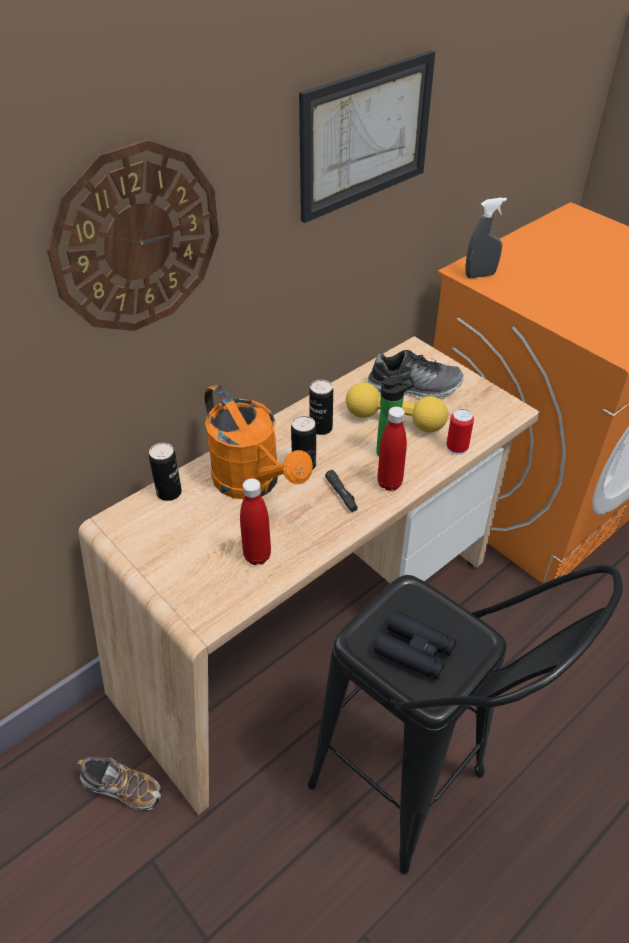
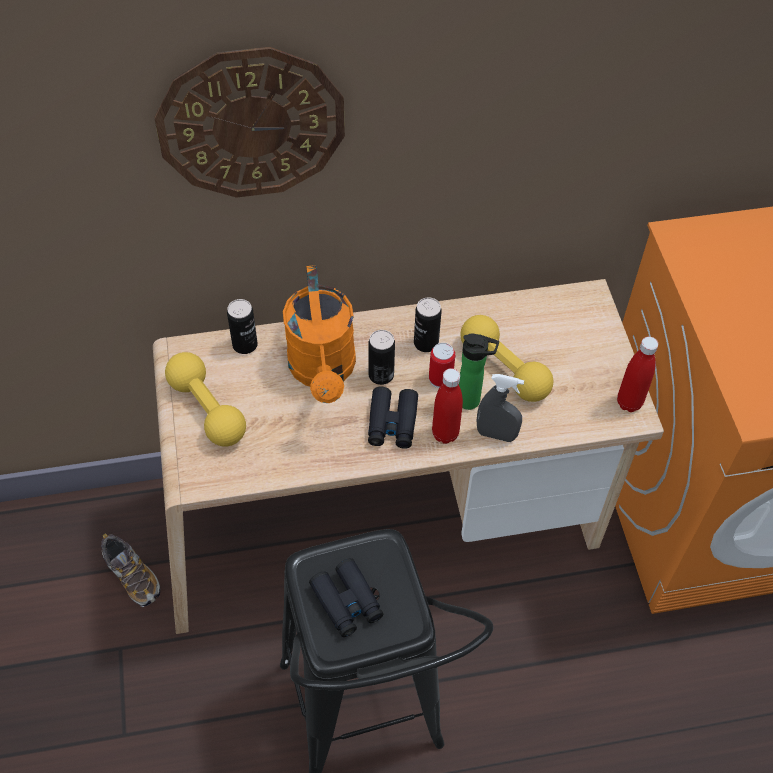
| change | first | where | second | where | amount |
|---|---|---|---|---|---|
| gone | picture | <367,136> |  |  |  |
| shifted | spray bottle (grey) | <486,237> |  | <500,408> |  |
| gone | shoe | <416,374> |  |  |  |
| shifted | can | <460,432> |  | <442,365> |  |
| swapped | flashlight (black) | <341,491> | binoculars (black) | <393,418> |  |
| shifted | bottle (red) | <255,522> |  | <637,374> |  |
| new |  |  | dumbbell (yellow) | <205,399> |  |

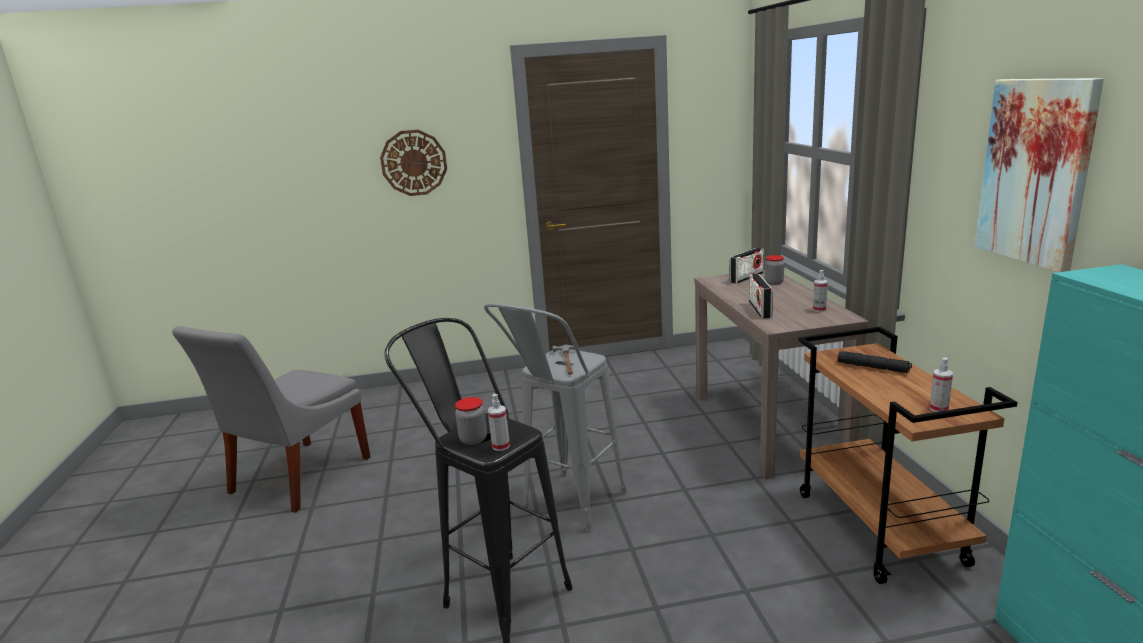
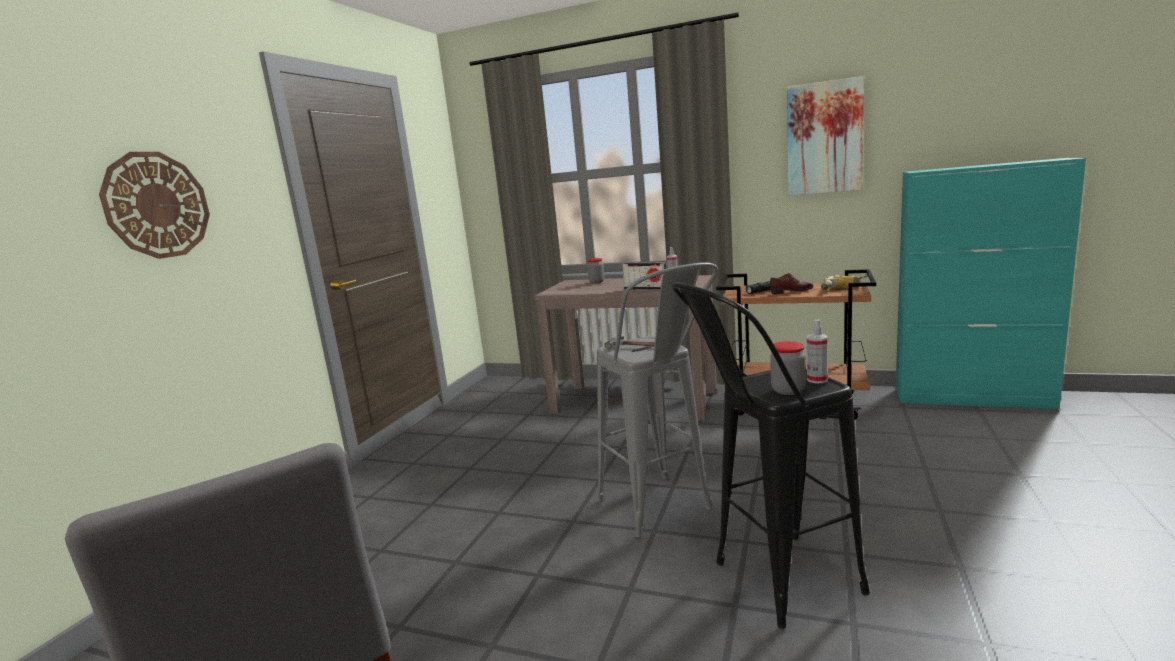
| change | first | where | second | where | amount |
|---|---|---|---|---|---|
| gone | radio | <747,266> |  |  |  |
| swapped | spray bottle | <941,385> | power drill | <844,282> |  |
| new |  |  | shoe (brown) | <792,283> |  |

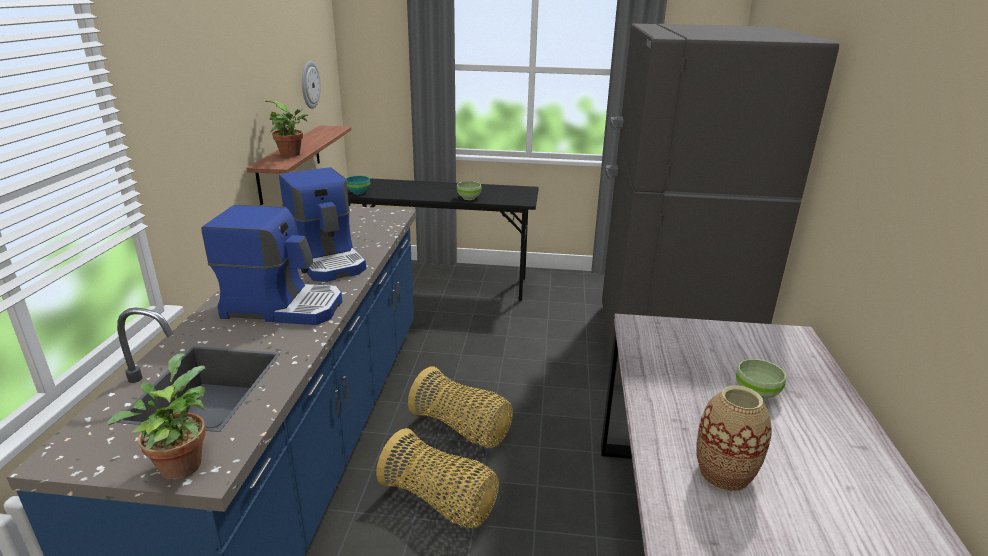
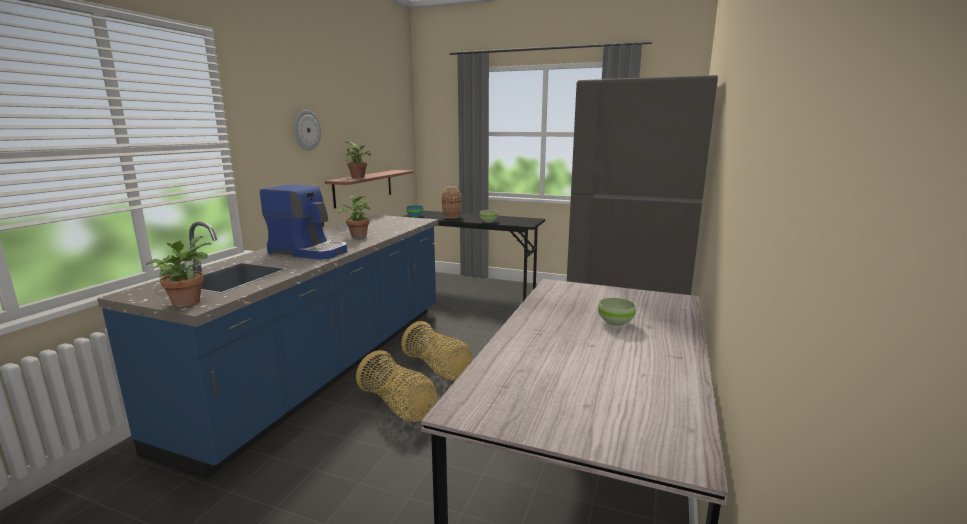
| change | first | where | second | where | amount |
|---|---|---|---|---|---|
| shifted | wall clock | <311,85> |  | <307,130> |  |
| swapped | coffee machine | <322,224> | potted plant | <354,216> |  |
| shifted | vase | <734,438> |  | <452,202> |  |

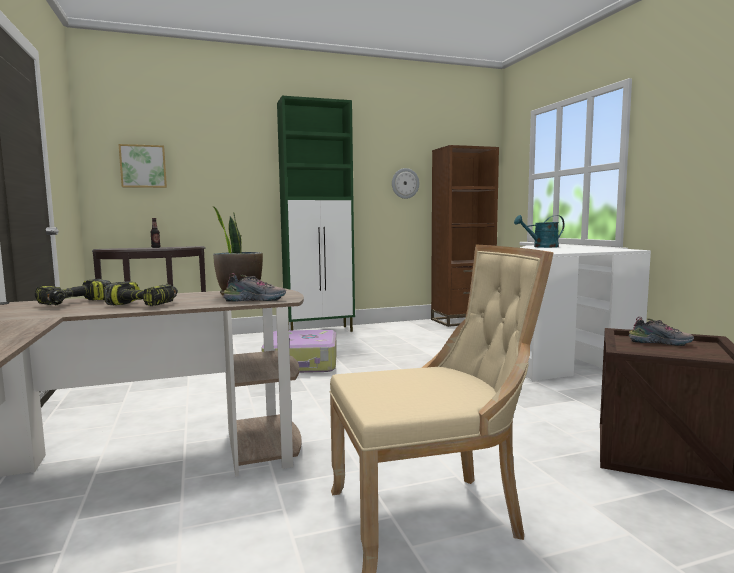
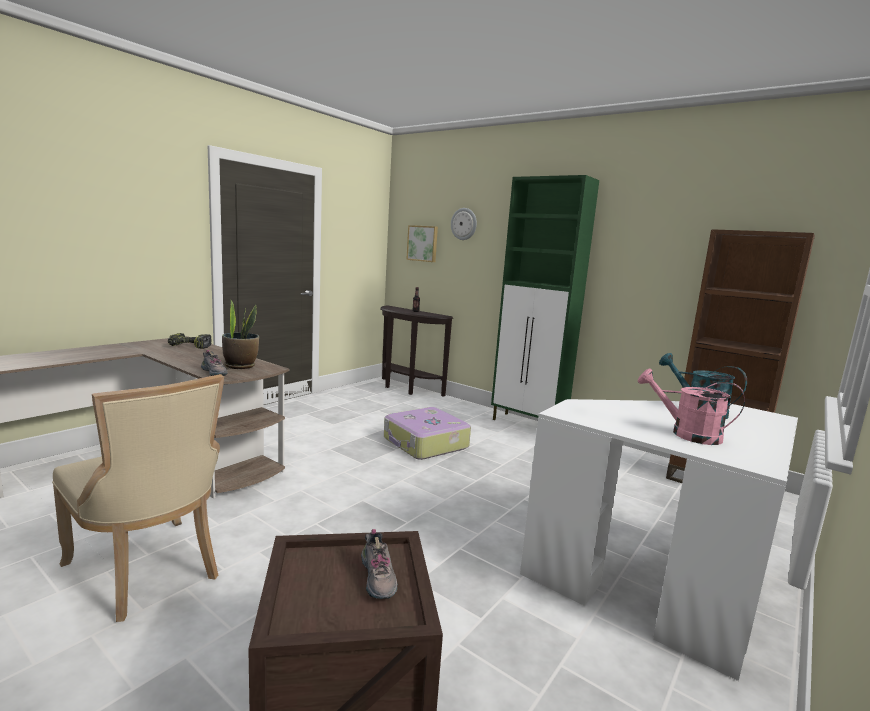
| change | first | where | second | where | amount |
|---|---|---|---|---|---|
| shifted | wall clock | <405,183> |  | <464,224> |  |
| gone | power drill | <141,294> |  |  |  |
| new |  |  | watering can (pink) | <691,407> |  |

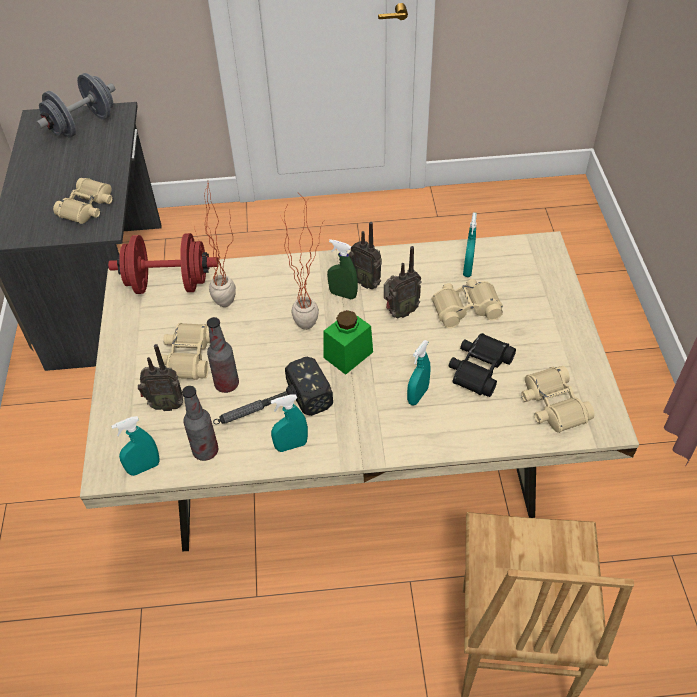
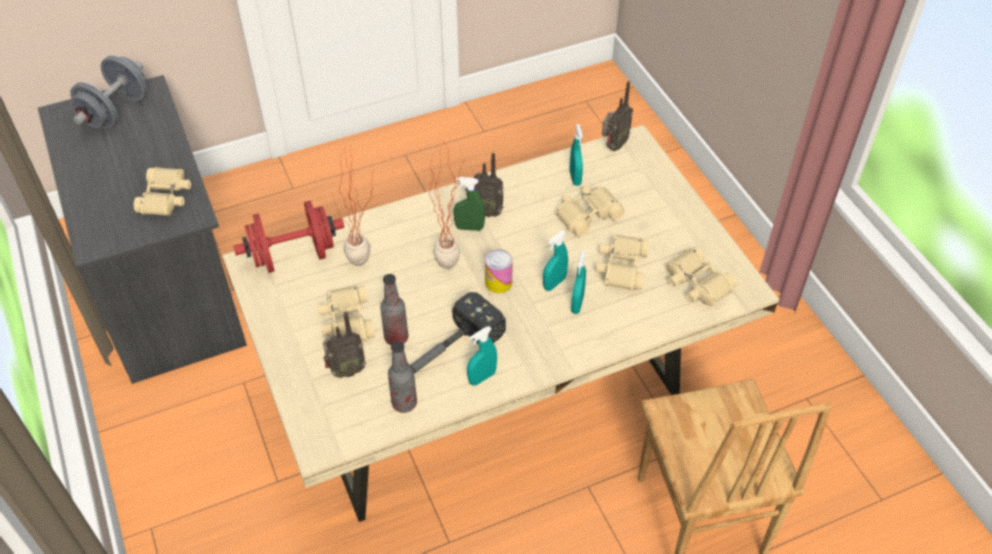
| change | first | where | second | where | amount |
|---|---|---|---|---|---|
| shifted | radio | <403,282> |  | <617,116> |  |
| swapped | jar (green) | <348,342> | can | <499,271> |  |
| repainted | binoculars (black) | <482,365> | binoculars (beige) | <622,262> |  |
| shifted | spray bottle (turquoise) | <135,446> |  | <555,261> |  |

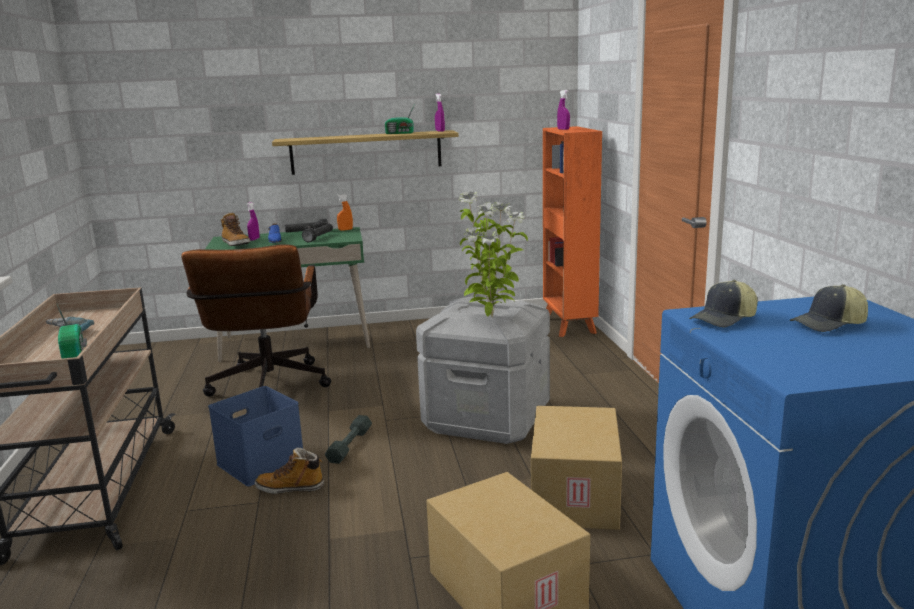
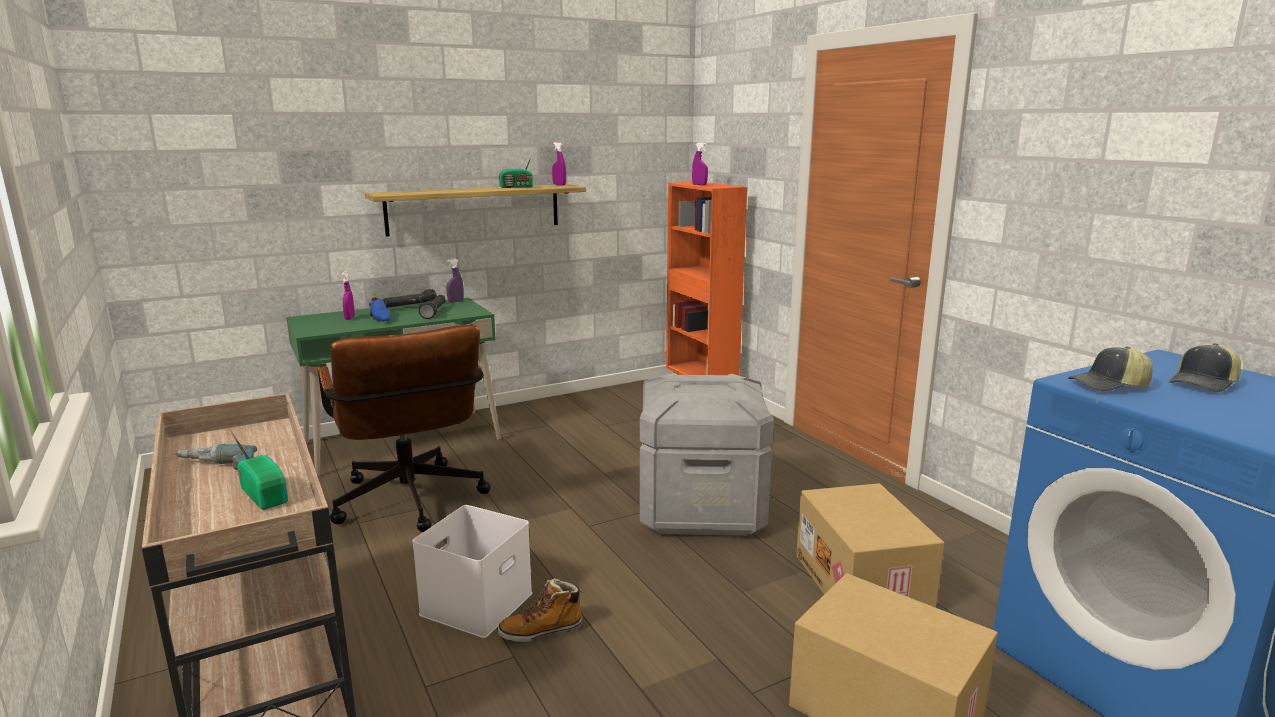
| change | first | where | second | where | amount |
|---|---|---|---|---|---|
| gone | potted plant | <493,254> |  |  |  |
| repainted | spray bottle (orange) | <345,212> | spray bottle (purple) | <455,281> |  |
| gone | boot | <235,229> |  |  |  |
| rotated | cap | <723,303> |  | <1110,368> | 45 degrees clockwise |
| repainted | storage box (blue) | <255,436> | storage box (white) | <472,571> |  |
| gone | dumbbell (grey) | <348,439> |  |  |  |

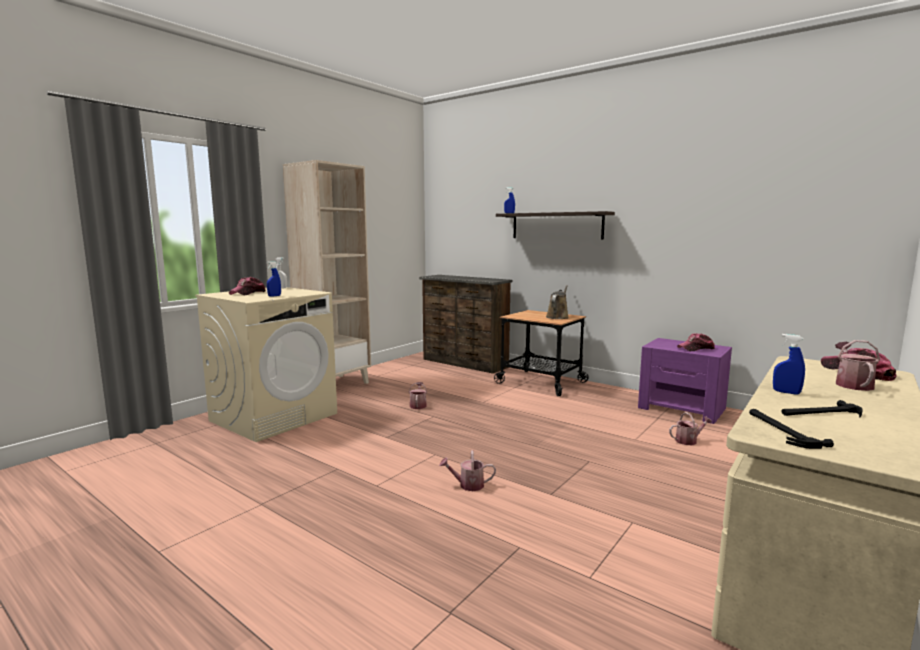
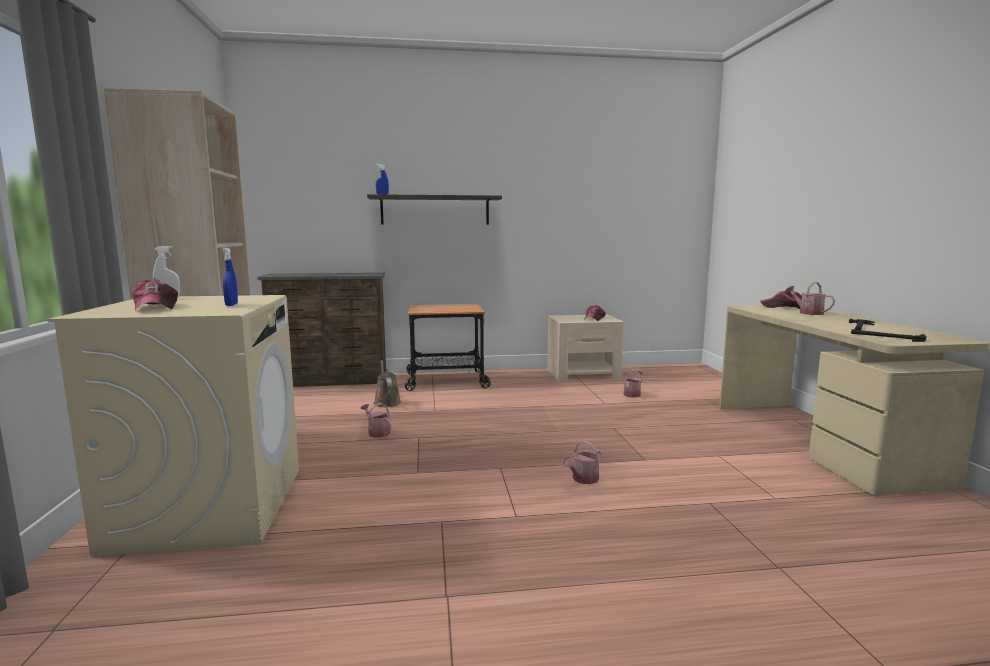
| change | first | where | second | where | amount |
|---|---|---|---|---|---|
| shifted | watering can (brown) | <557,302> |  | <387,383> |  |
| gone | spray bottle (blue) | <789,364> |  |  |  |
| repainted | nightstand (purple) | <685,381> | nightstand (beige) | <585,347> |  |

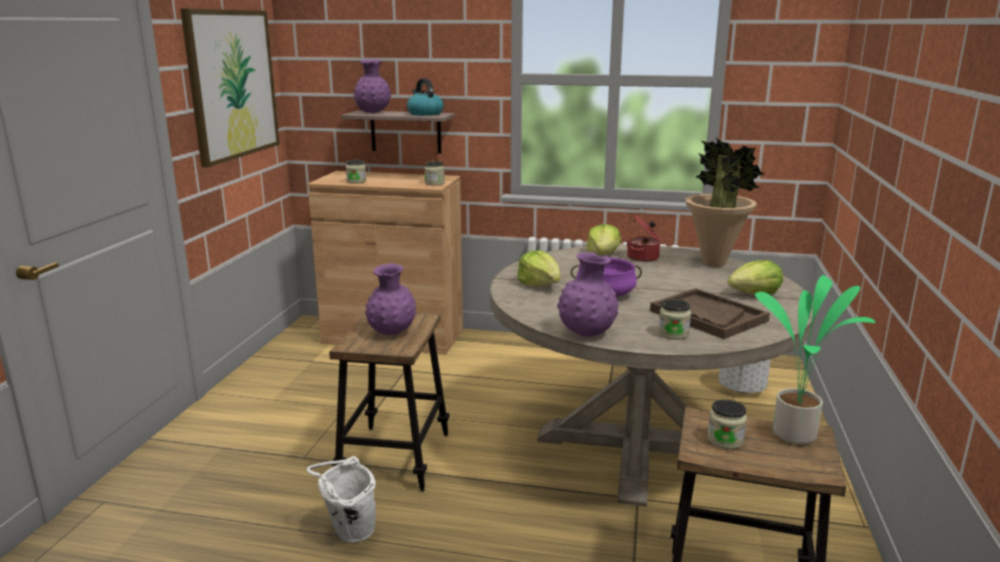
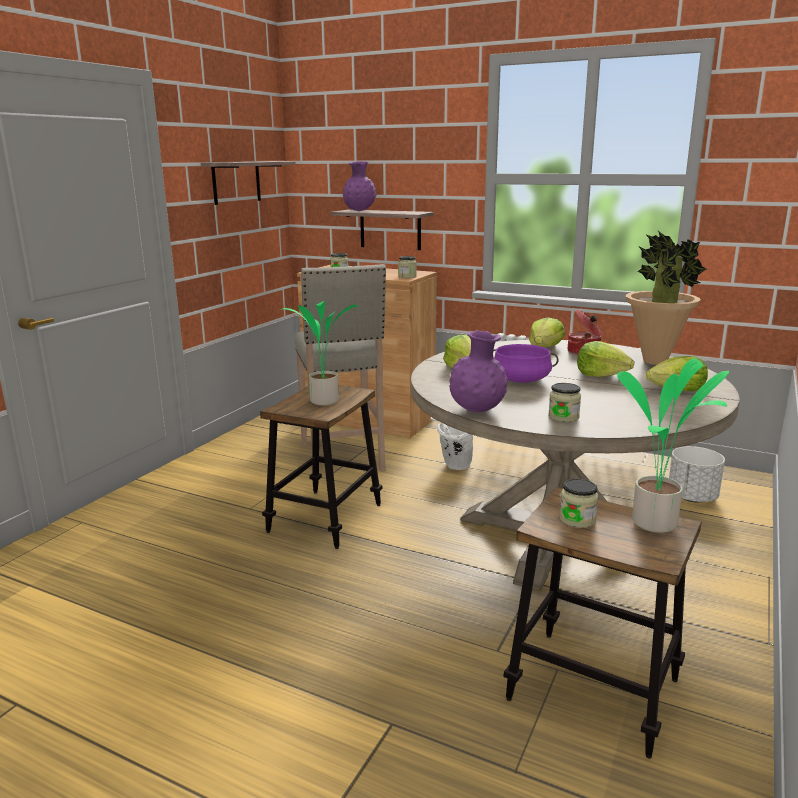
| change | first | where | second | where | amount |
|---|---|---|---|---|---|
| swapped | picture | <230,88> | shelf | <248,183> |  |
| gone | kettle | <425,97> |  |  |  |
| swapped | vase (purple) | <390,299> | potted plant | <320,353> |  |
| gone | tray (brown) | <710,313> |  |  |  |
| shifted | bucket (white) | <341,499> |  | <451,443> |  |
| new |  |  | stool (beige) | <340,368> |  |
| new |  |  | lettuce | <605,359> |  |

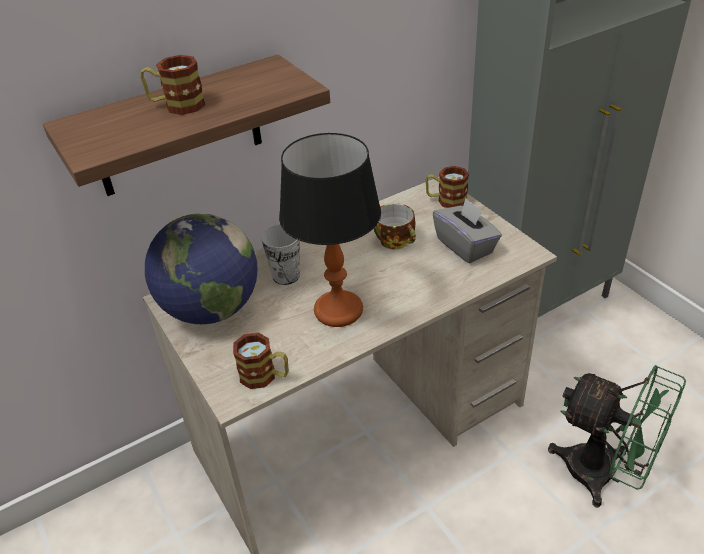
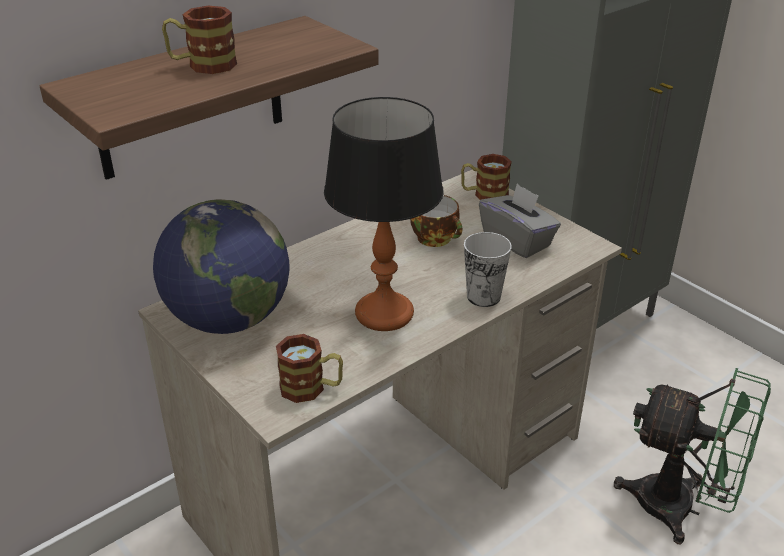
| change | first | where | second | where | amount |
|---|---|---|---|---|---|
| shifted | cup | <280,255> |  | <488,269> |  |

